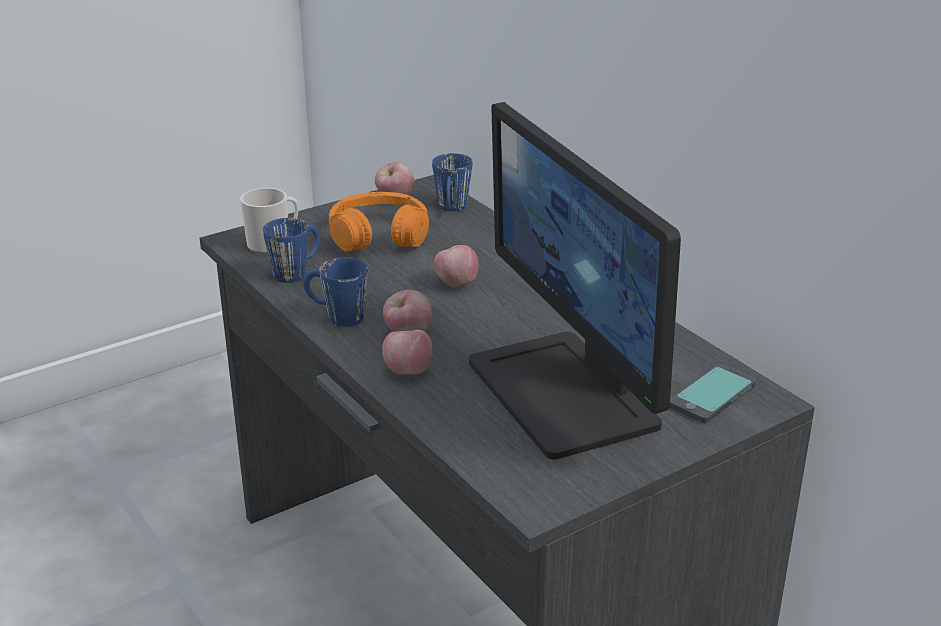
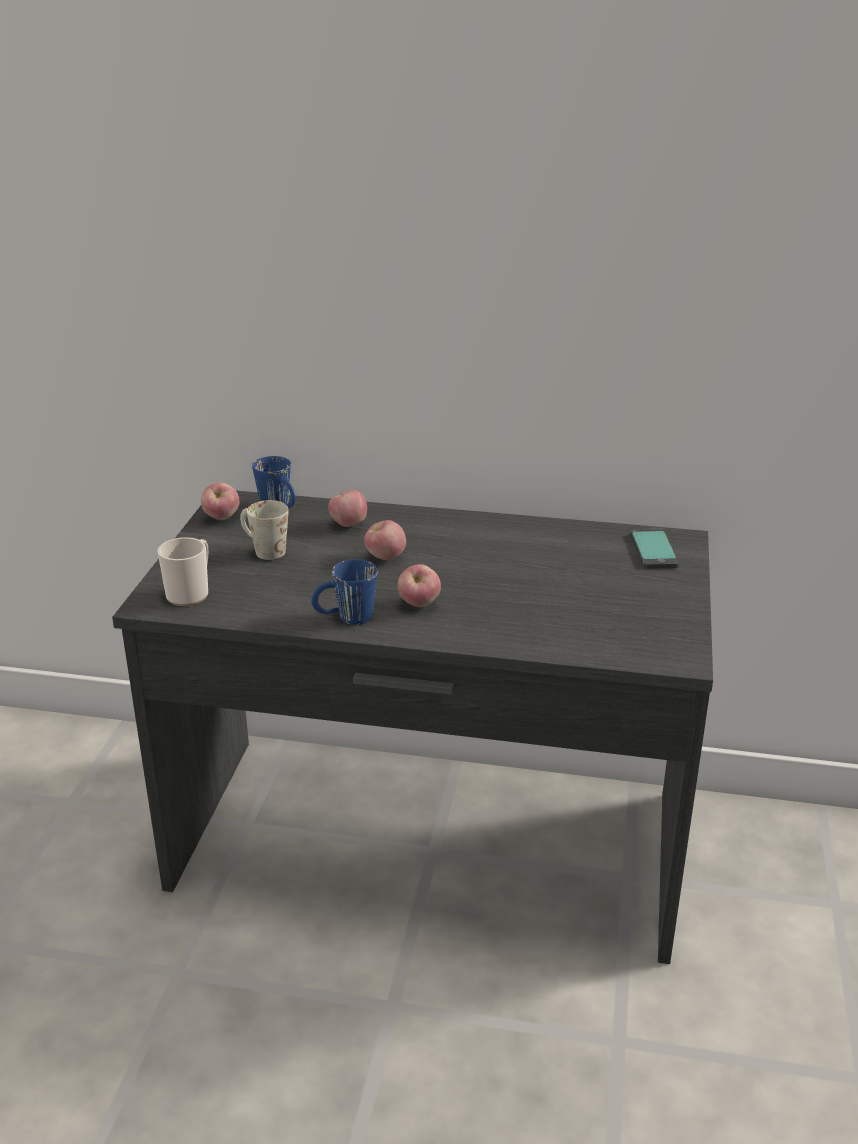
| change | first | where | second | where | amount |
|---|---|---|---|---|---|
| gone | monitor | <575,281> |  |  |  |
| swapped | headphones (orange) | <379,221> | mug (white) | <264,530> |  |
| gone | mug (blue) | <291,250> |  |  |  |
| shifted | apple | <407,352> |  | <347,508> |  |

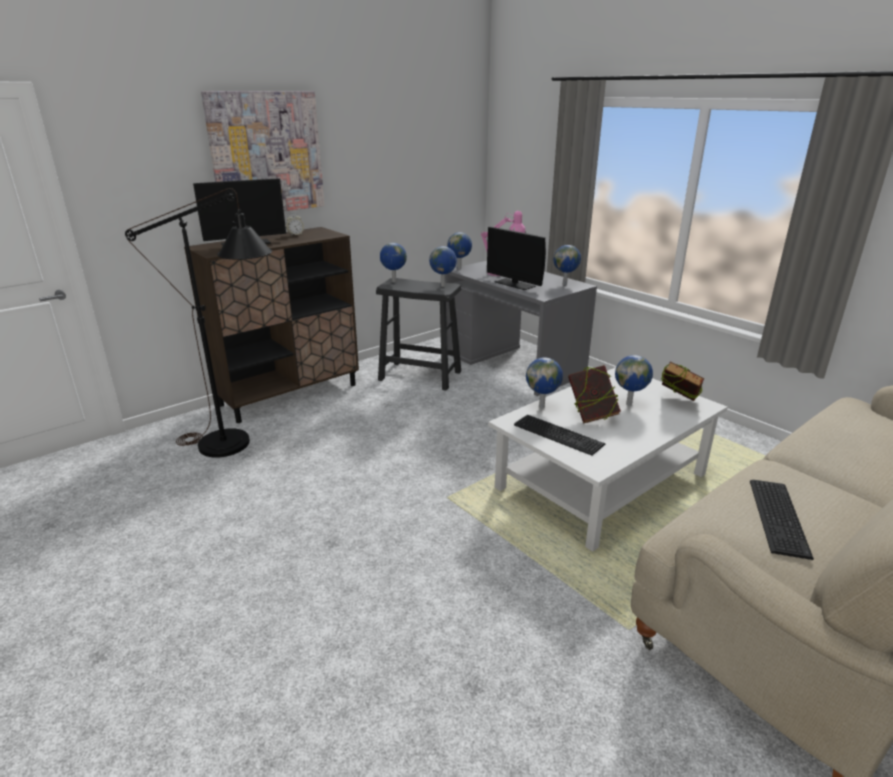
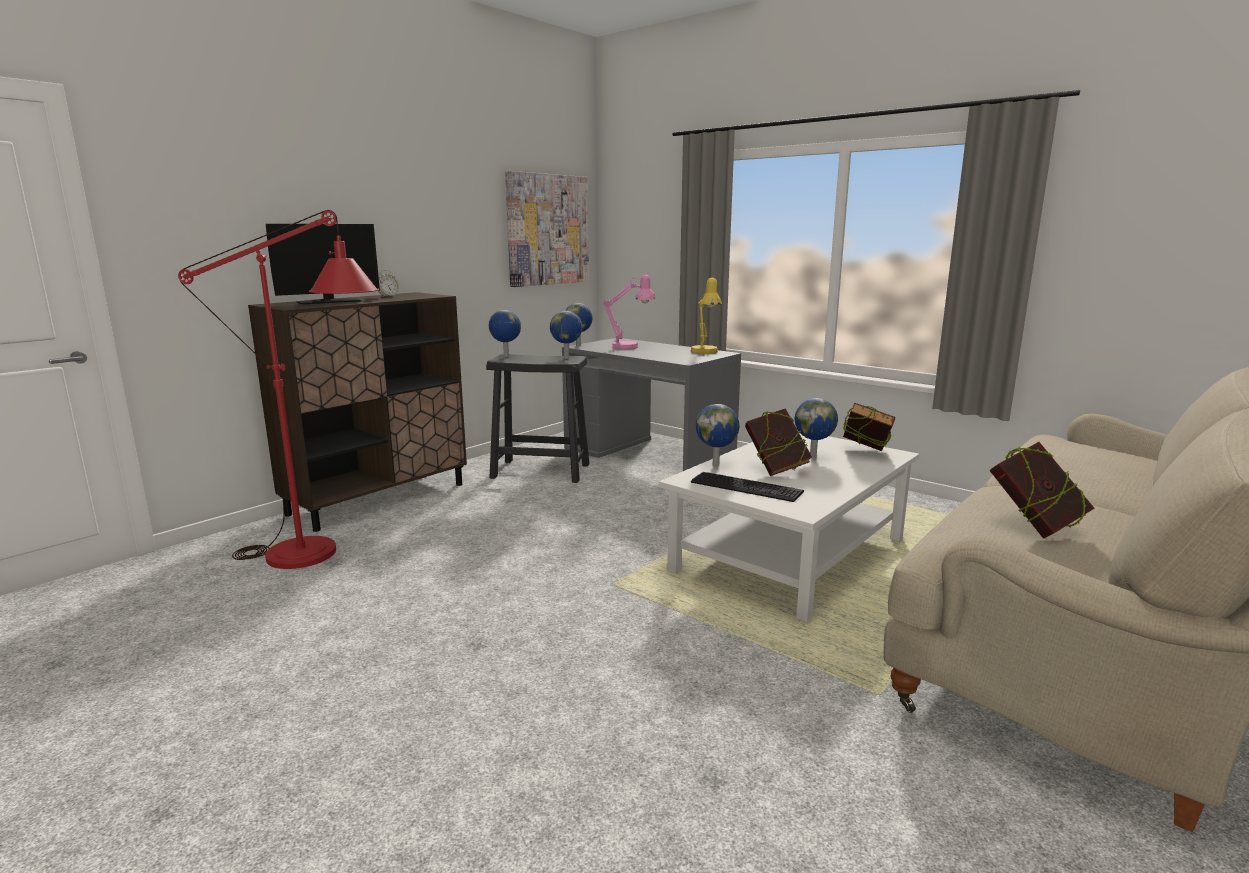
| change | first | where | second | where | amount |
|---|---|---|---|---|---|
| shifted | picture | <263,151> |  | <547,229> |  |
| repainted | floor lamp (black) | <198,323> | floor lamp (red) | <278,389> |  |
| gone | monitor | <516,258> |  |  |  |
| swapped | globe | <567,265> | table lamp (yellow) | <706,316> |  |
| swapped | keyboard | <782,520> | book | <1042,490> |  |

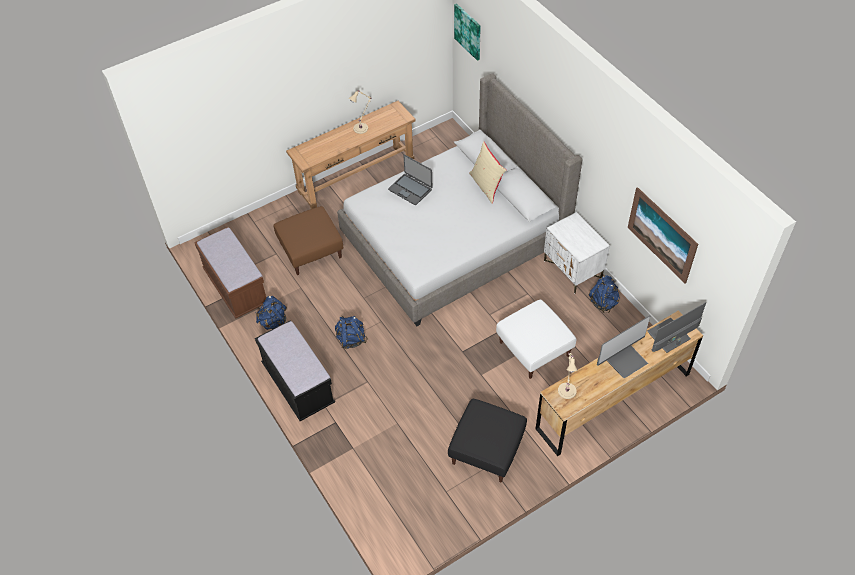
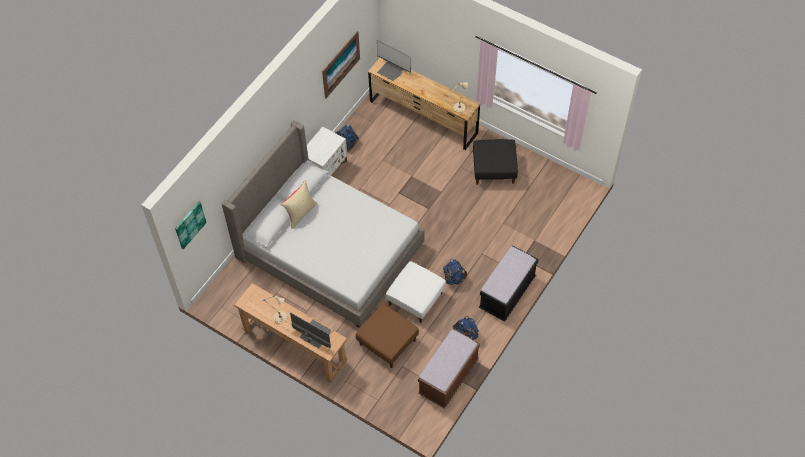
| change | first | where | second | where | amount |
|---|---|---|---|---|---|
| gone | laptop | <410,179> |  |  |  |
| shifted | ottoman (white) | <536,339> |  | <416,292> |  |
| shifted | monitor | <623,347> |  | <310,330> |  |

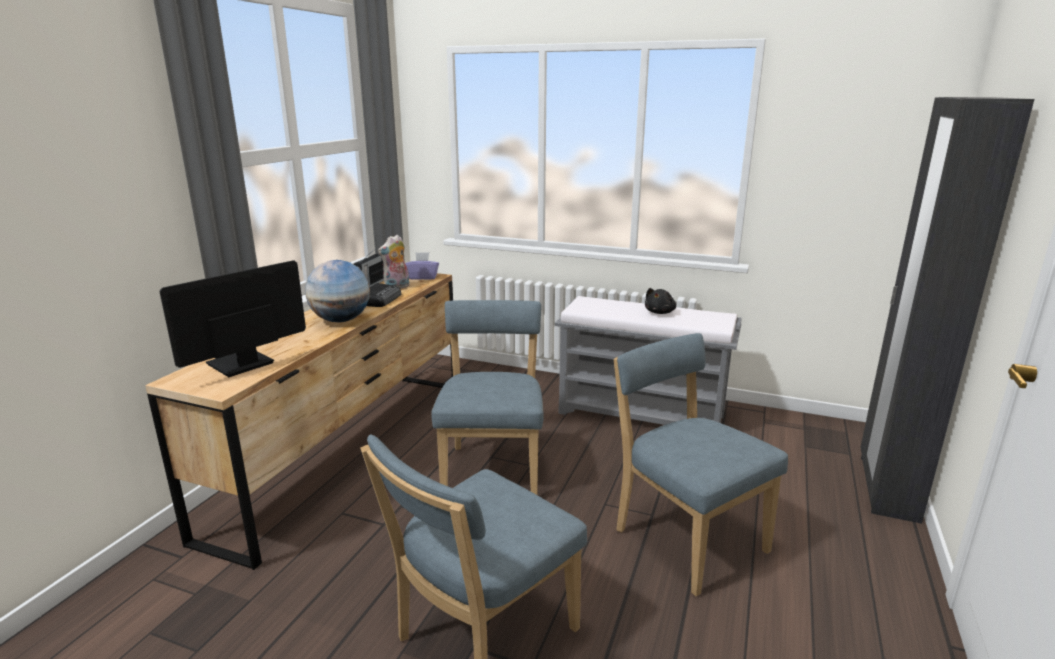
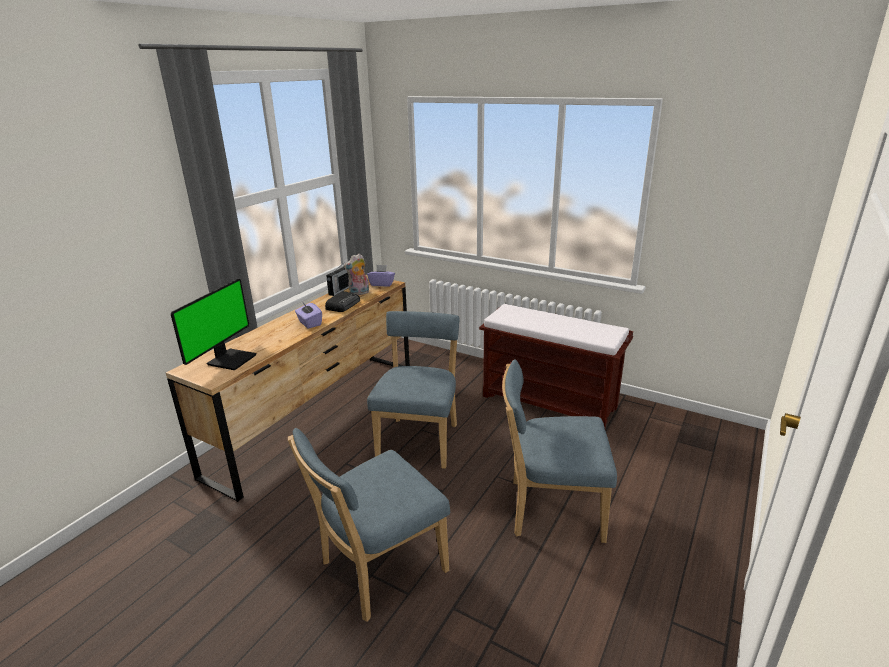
| change | first | where | second | where | amount |
|---|---|---|---|---|---|
| gone | wardrobe (black) | <947,310> |  |  |  |
| rotated | monitor | <232,318> |  | <214,324> | 150 degrees clockwise |
| swapped | globe | <337,291> | tissue box (purple) | <308,316> |  |
| gone | plush toy (black) | <660,301> |  |  |  |
| repainted | bench (grey) | <648,360> | bench (brown) | <556,366> |  |
| rotated | chair (blue) | <701,464> |  | <559,451> | 60 degrees counterclockwise |

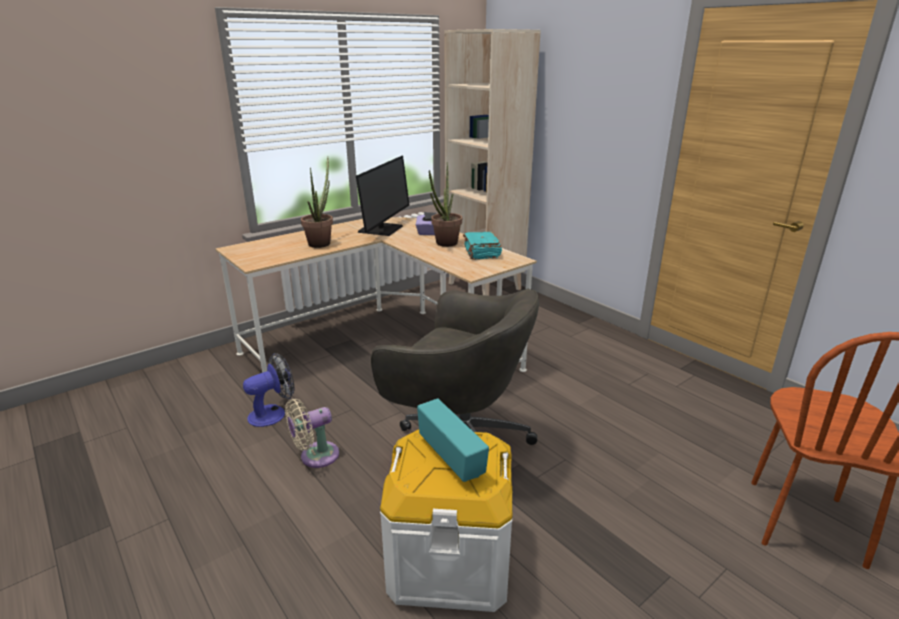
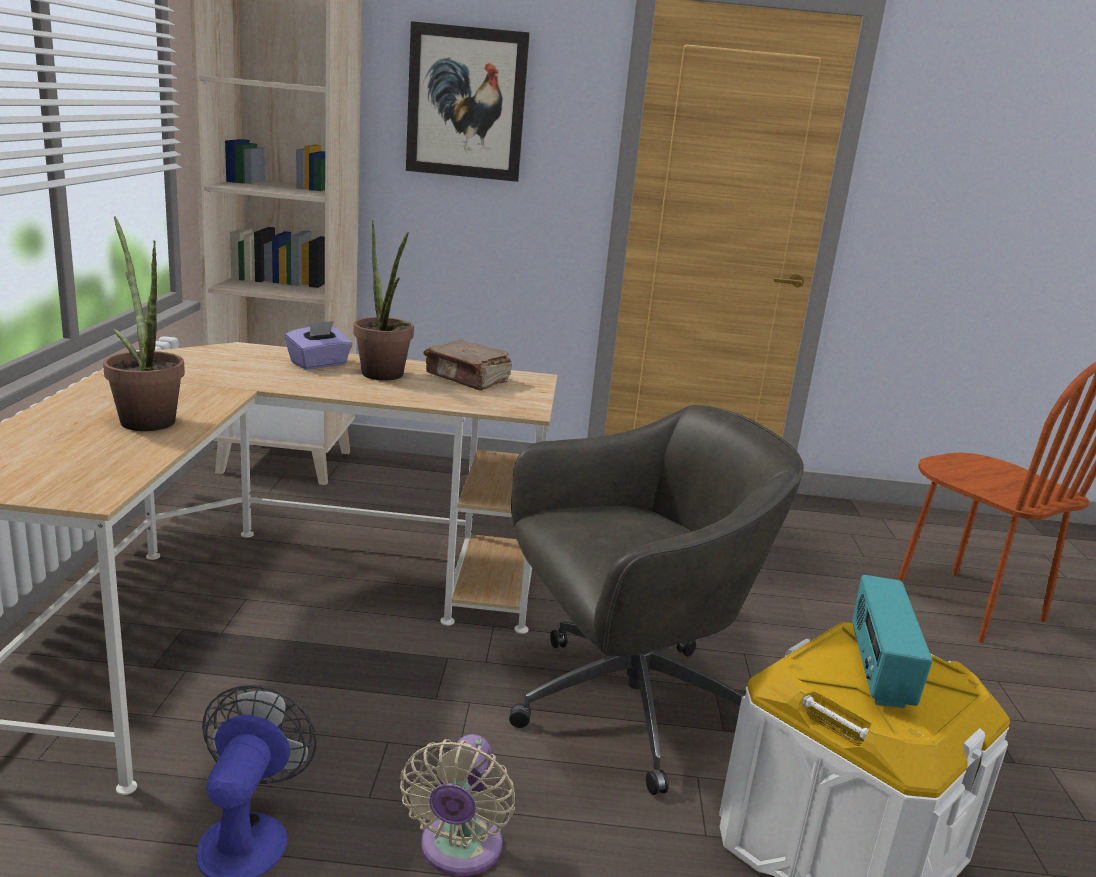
| change | first | where | second | where | amount |
|---|---|---|---|---|---|
| gone | monitor | <382,196> |  |  |  |
| repainted | book (turquoise) | <482,246> | book (brown) | <468,365> |  |
| rotated | radio | <453,440> |  | <892,641> | 90 degrees counterclockwise |
| new |  |  | picture | <468,101> |  |

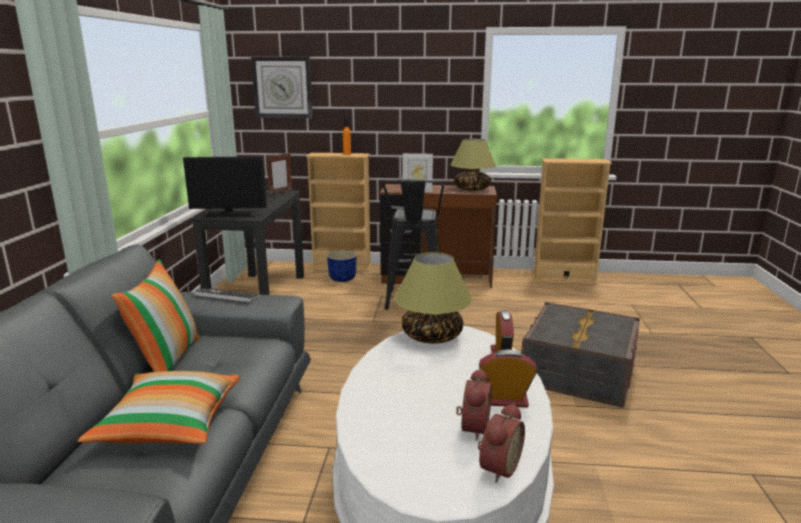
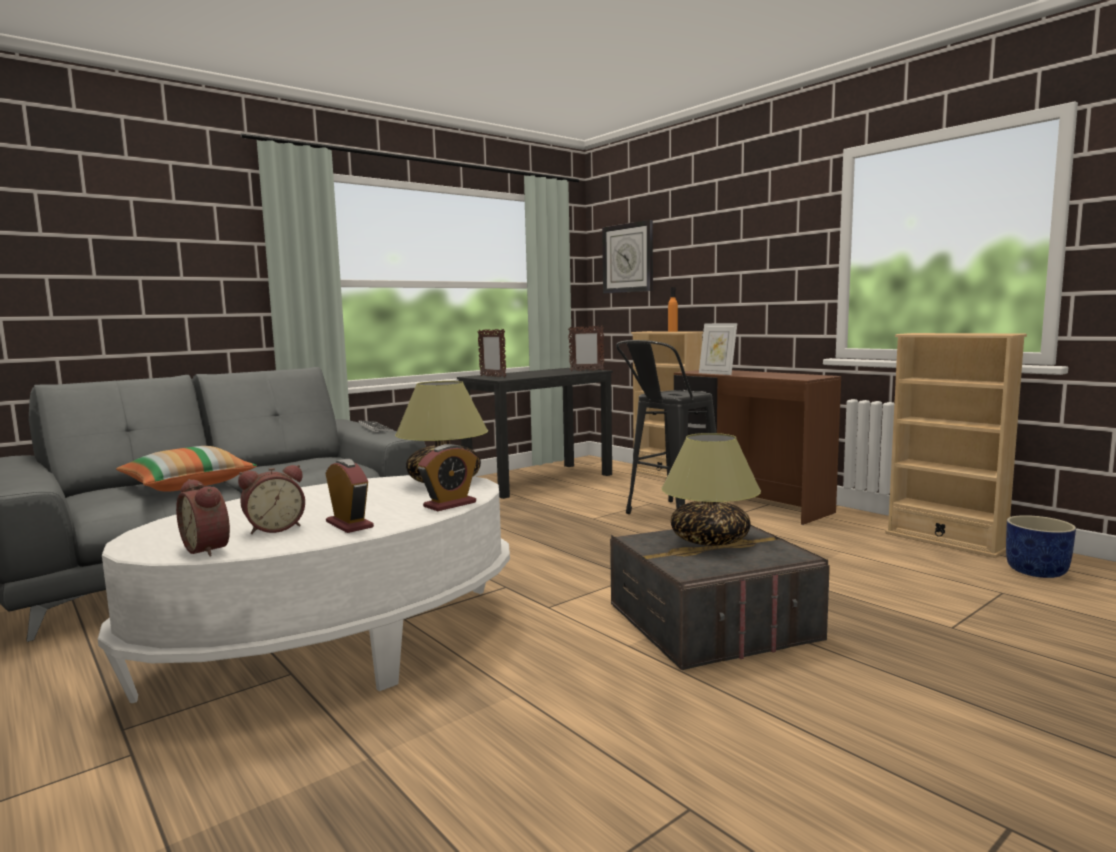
| change | first | where | second | where | amount |
|---|---|---|---|---|---|
| shifted | table lamp | <473,164> |  | <711,489> |  |
| swapped | monitor | <225,187> | picture frame | <492,353> |  |
| shifted | planter (blue) | <341,266> |  | <1041,546> |  |
| gone | pillow | <156,316> |  |  |  |
| rotated | alarm clock | <501,443> |  | <203,517> | 60 degrees clockwise |

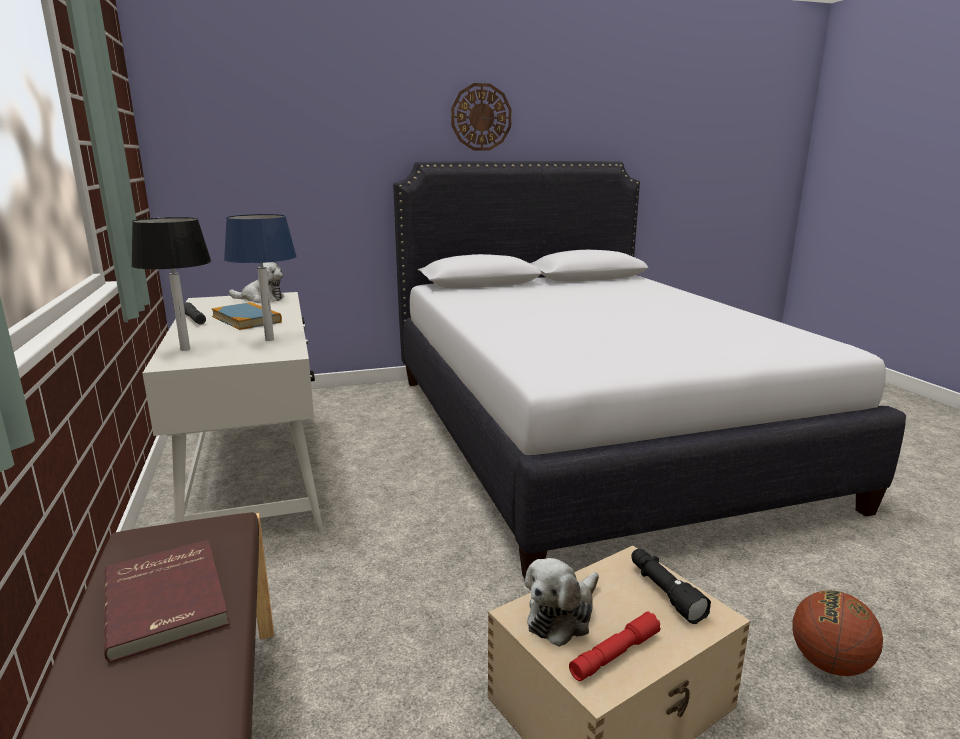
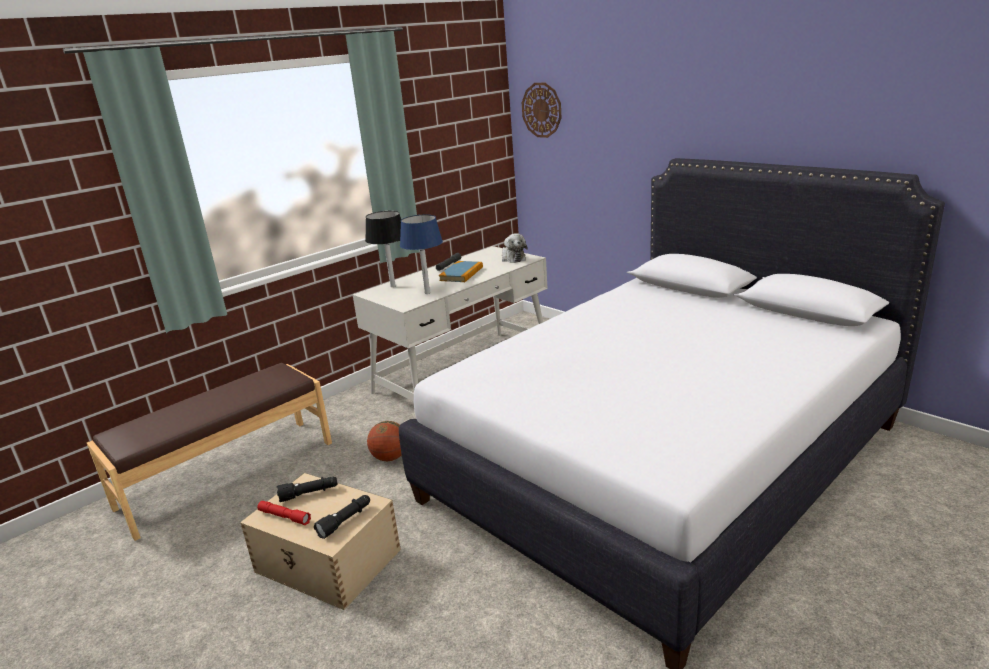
| change | first | where | second | where | amount |
|---|---|---|---|---|---|
| shifted | wall clock | <481,117> |  | <541,110> |  |
| gone | book (red) | <166,601> |  |  |  |
| swapped | plush toy | <562,602> | flashlight (black) | <307,489> |  |
| shifted | basketball | <837,633> |  | <384,441> |  |

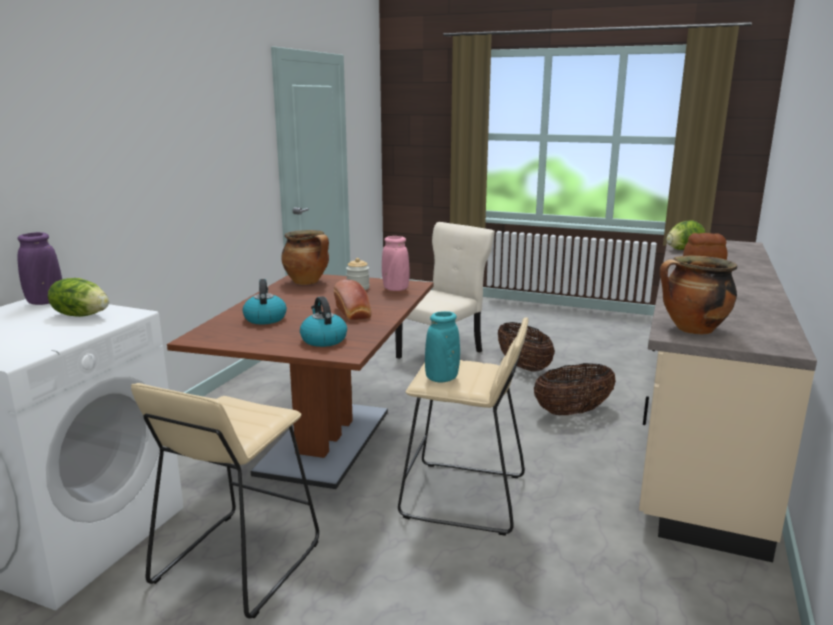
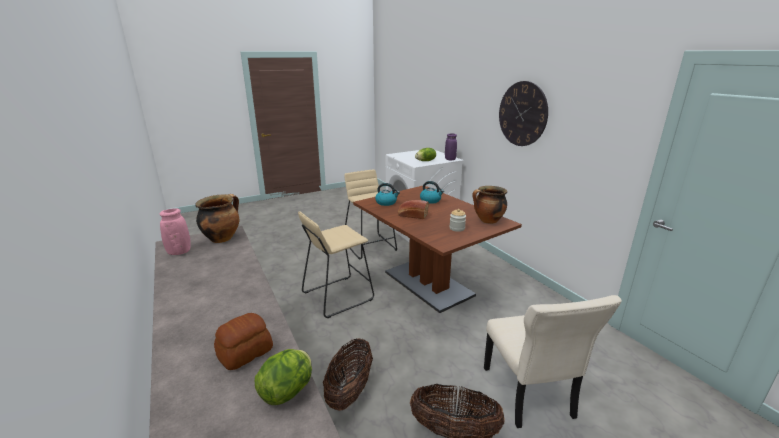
| change | first | where | second | where | amount |
|---|---|---|---|---|---|
| shifted | vase (pink) | <396,263> |  | <175,231> |  |
| gone | vase (turquoise) | <442,346> |  |  |  |
| new |  |  | wall clock | <523,113> |  |

